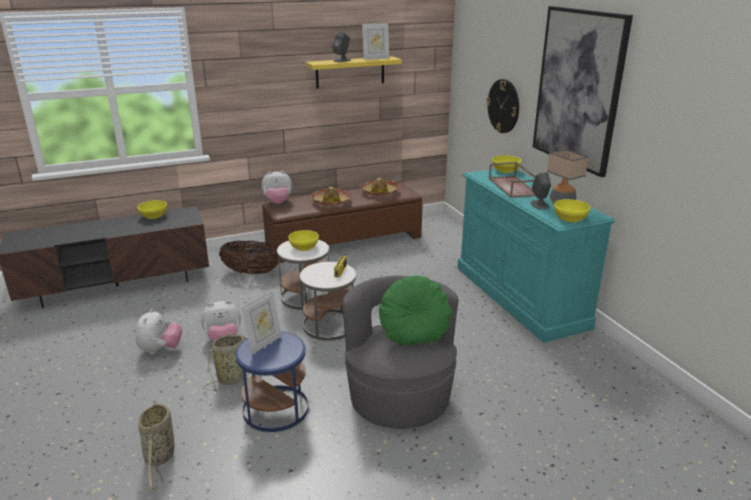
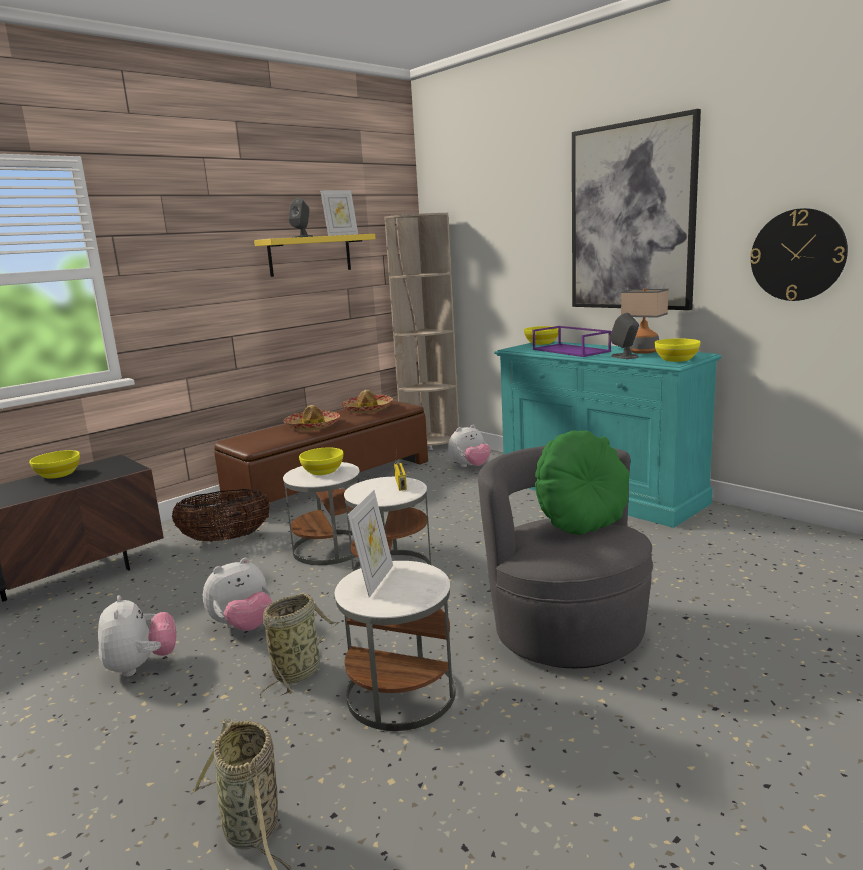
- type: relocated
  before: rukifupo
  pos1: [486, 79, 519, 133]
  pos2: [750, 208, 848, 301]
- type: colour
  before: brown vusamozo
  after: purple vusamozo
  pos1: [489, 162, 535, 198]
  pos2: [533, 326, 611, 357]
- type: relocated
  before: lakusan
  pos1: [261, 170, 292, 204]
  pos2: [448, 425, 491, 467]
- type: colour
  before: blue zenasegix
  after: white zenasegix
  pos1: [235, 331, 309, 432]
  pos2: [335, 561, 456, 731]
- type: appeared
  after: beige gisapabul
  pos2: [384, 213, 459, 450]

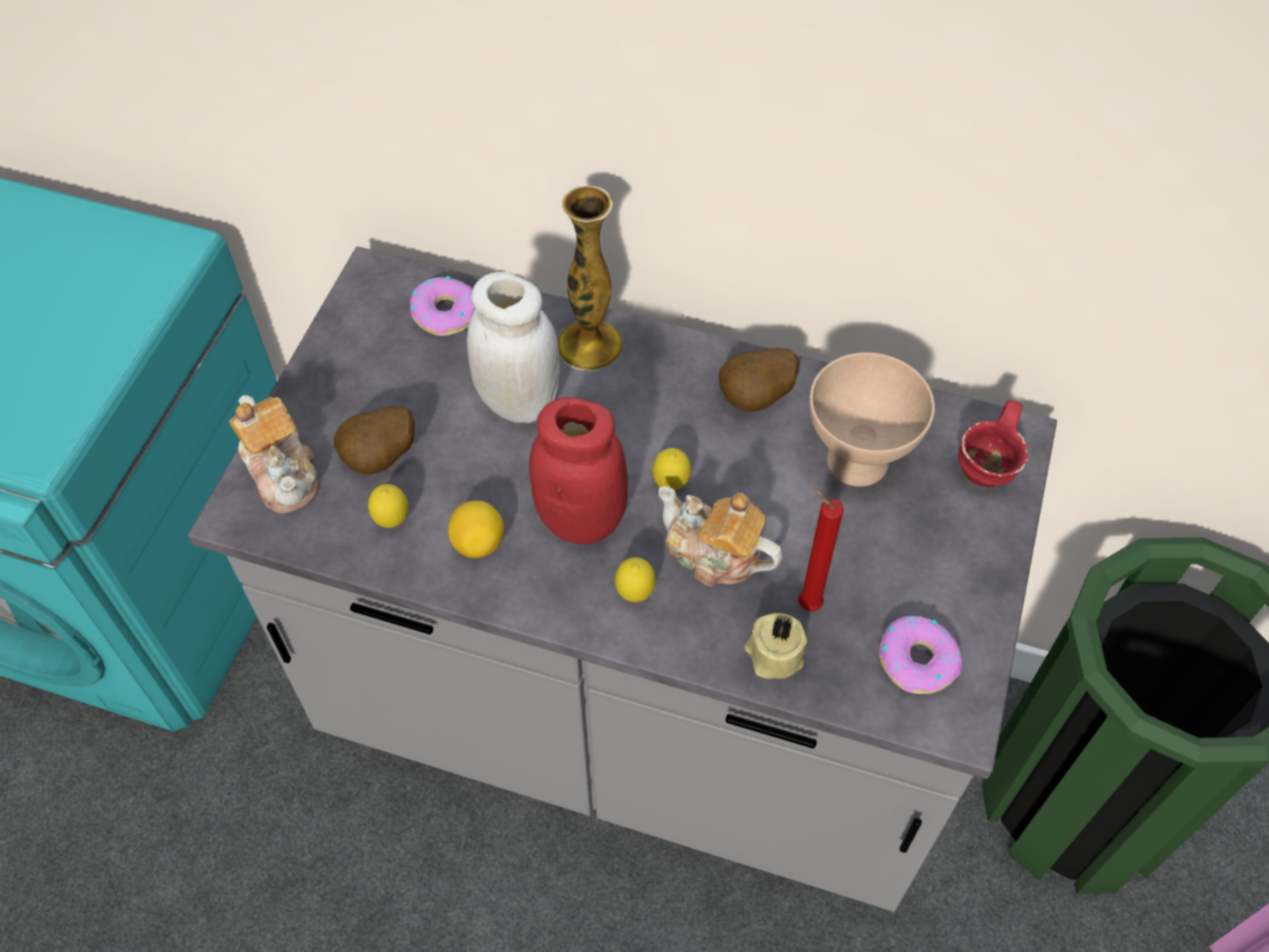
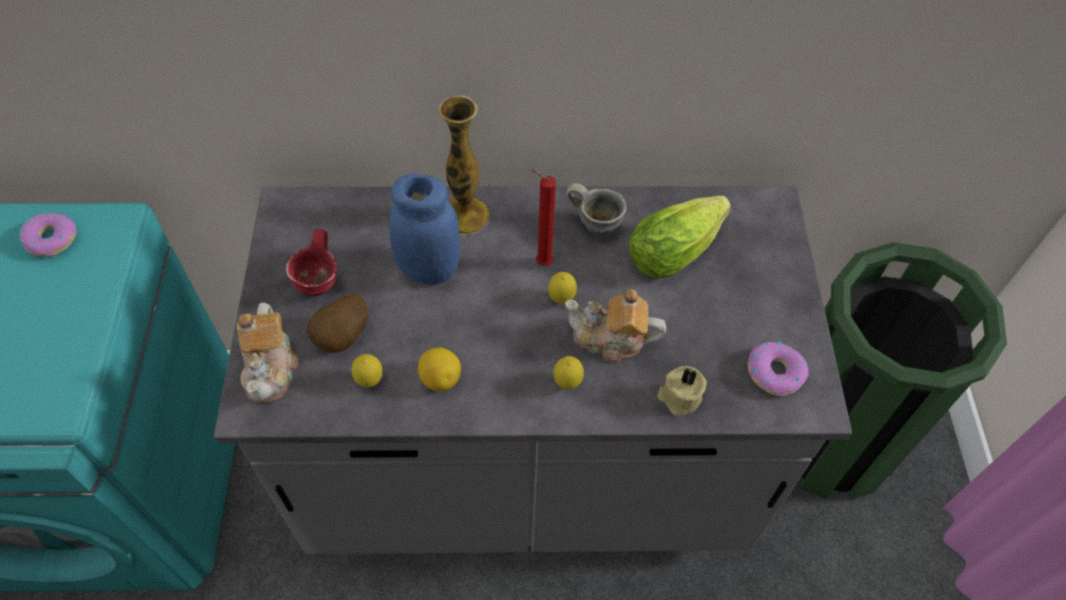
- type: colour
  before: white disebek
  after: blue disebek
  pos1: [467, 272, 560, 423]
  pos2: [389, 174, 460, 285]
- type: relocated
  before: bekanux
  pos1: [410, 276, 475, 336]
  pos2: [19, 212, 77, 257]
- type: exchanged
  before: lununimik
  after: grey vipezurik
  pos1: [719, 348, 799, 412]
  pos2: [566, 183, 626, 236]
- type: exchanged
  before: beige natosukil
  after: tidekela
  pos1: [809, 352, 935, 487]
  pos2: [629, 196, 731, 279]
- type: spun
  before: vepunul
  pos1: [229, 395, 318, 513]
  pos2: [237, 303, 298, 403]
  turn: 45
- type: missing
  before: red disebek
  pos1: [529, 397, 628, 544]
- type: relocated
  before: red vipezurik
  pos1: [958, 400, 1028, 487]
  pos2: [286, 229, 337, 296]
- type: relocated
  before: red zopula
  pos1: [798, 487, 844, 611]
  pos2: [532, 169, 556, 266]

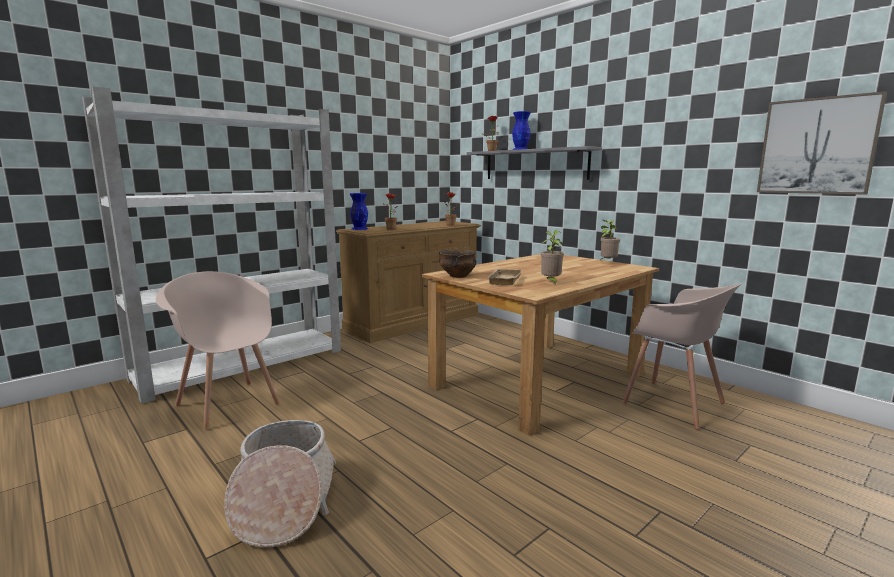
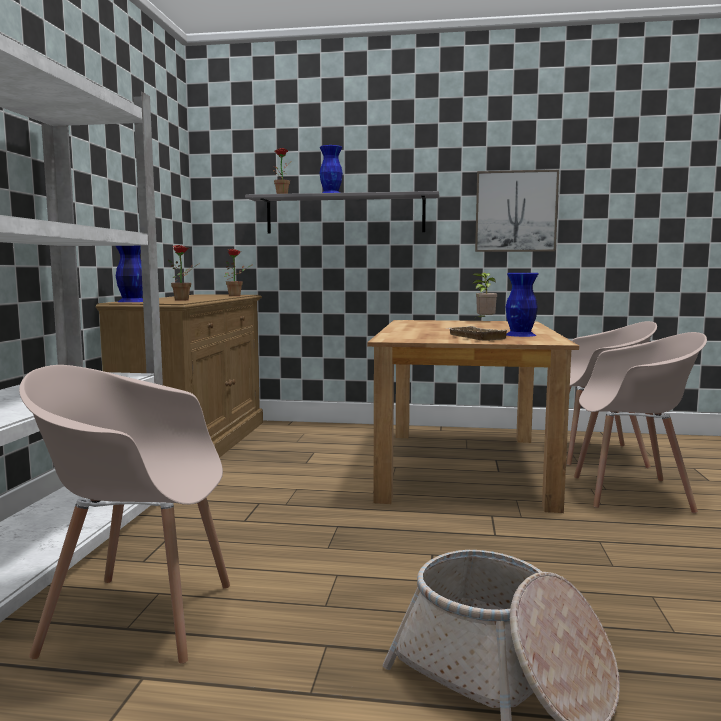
- type: relocated
  before: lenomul
  pos1: [757, 91, 887, 195]
  pos2: [475, 170, 559, 252]
- type: exchanged
  before: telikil
  after: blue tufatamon
  pos1: [541, 230, 564, 284]
  pos2: [506, 273, 538, 337]
- type: missing
  before: natosukil
  pos1: [439, 250, 477, 278]
- type: appeared
  after: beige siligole
  pos2: [574, 332, 707, 513]

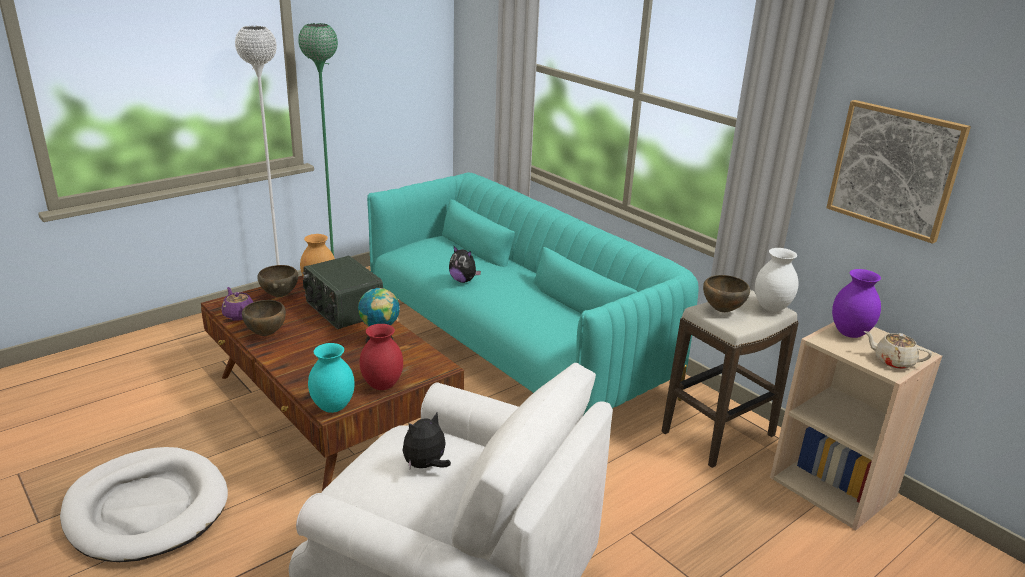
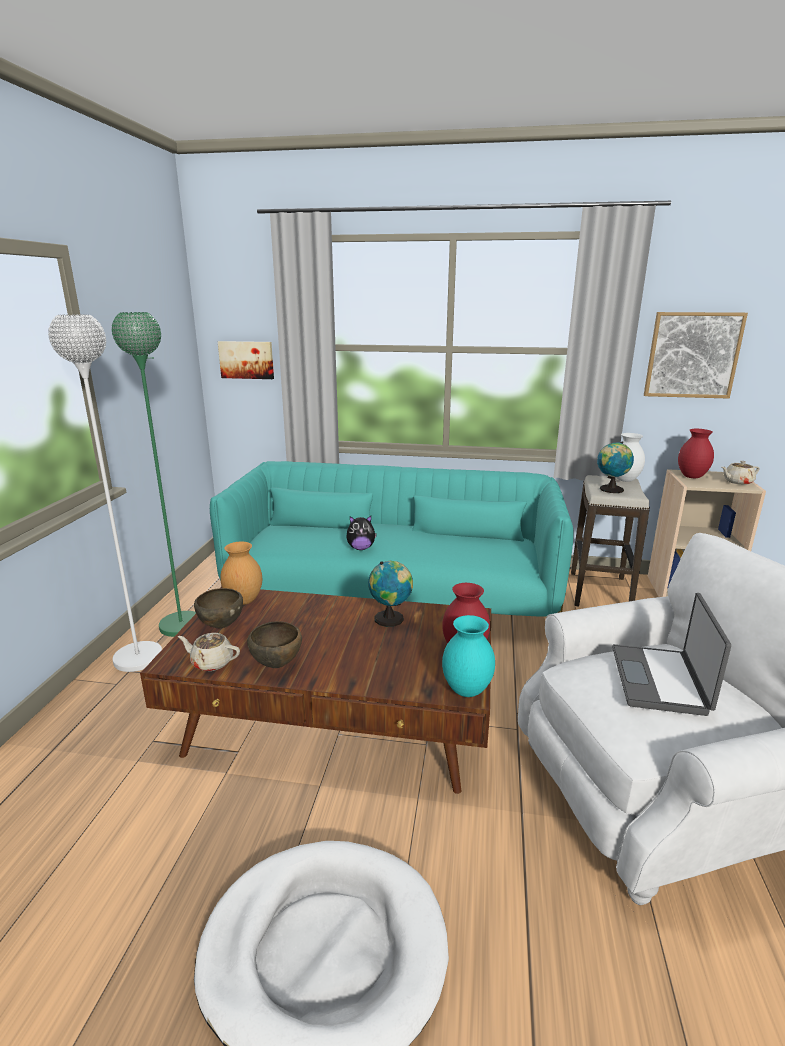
- type: missing
  before: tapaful
  pos1: [303, 255, 383, 329]
- type: colour
  before: purple tufatamon
  after: red tufatamon
  pos1: [832, 269, 881, 338]
  pos2: [678, 429, 714, 478]
- type: exchanged
  before: brown natosukil
  after: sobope
  pos1: [703, 275, 750, 312]
  pos2: [597, 442, 634, 493]
- type: colour
  before: purple vepunul
  after: beige vepunul
  pos1: [221, 287, 253, 320]
  pos2: [178, 633, 240, 671]
- type: exchanged
  before: lakusan
  after: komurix
  pos1: [402, 413, 451, 468]
  pos2: [612, 593, 731, 716]
- type: appeared
  after: lenomul
  pos2: [218, 341, 274, 379]

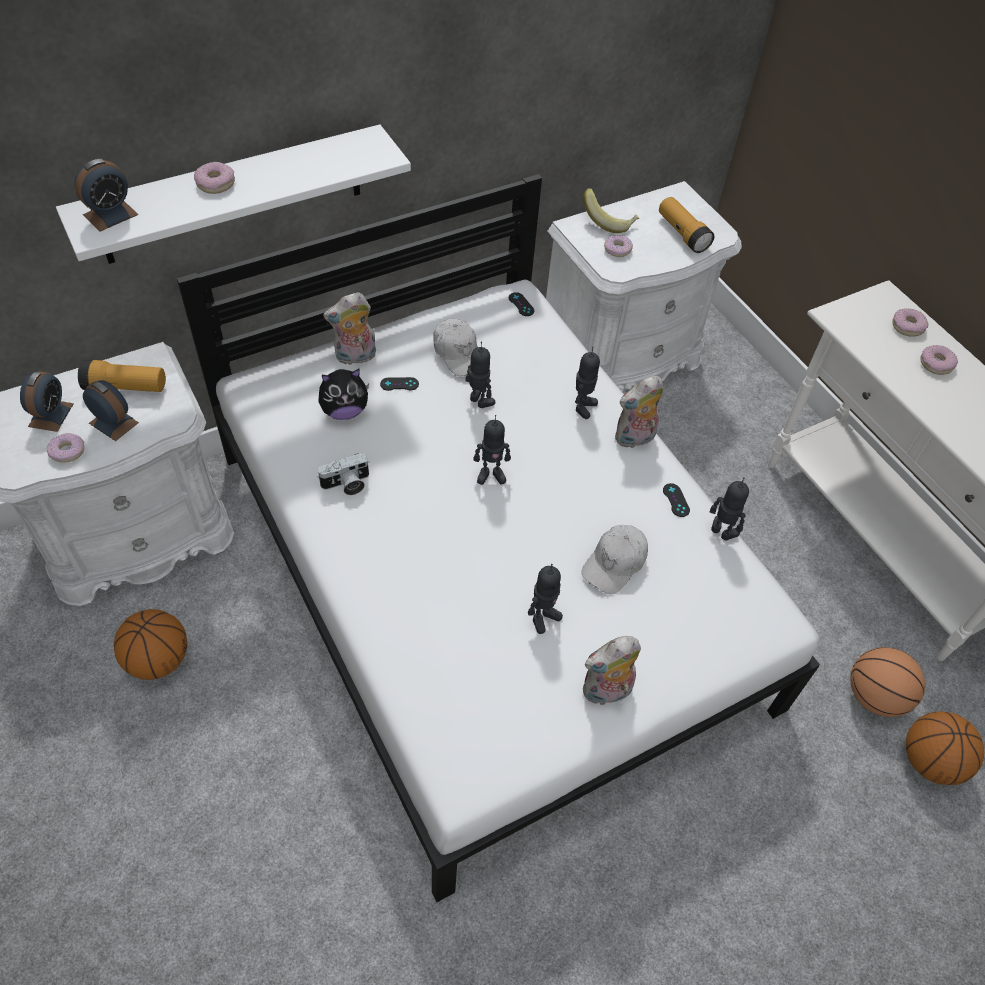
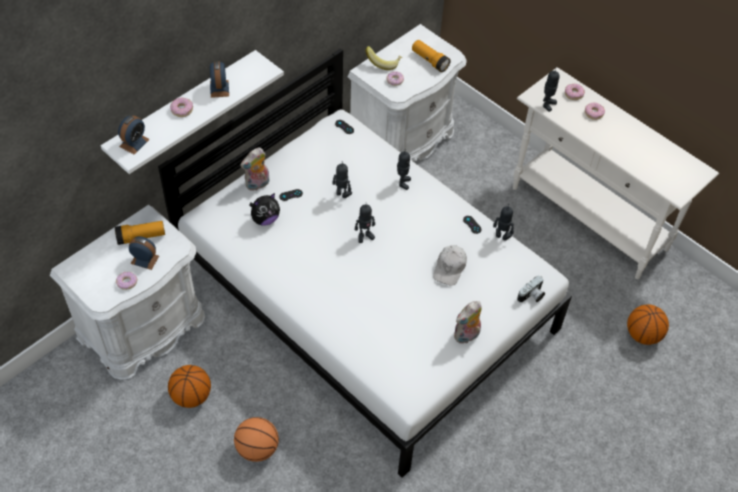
- type: missing
  before: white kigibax
  pos1: [433, 319, 478, 376]
- type: relocated
  before: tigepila
  pos1: [20, 371, 74, 432]
  pos2: [210, 61, 229, 98]
- type: missing
  before: lakusan
  pos1: [615, 376, 663, 448]
- type: relocated
  before: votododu
  pos1: [317, 453, 369, 495]
  pos2: [517, 276, 545, 303]
- type: relocated
  before: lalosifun
  pos1: [528, 564, 563, 634]
  pos2: [543, 67, 560, 112]
- type: relocated
  before: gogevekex
  pos1: [850, 647, 925, 717]
  pos2: [234, 417, 279, 462]

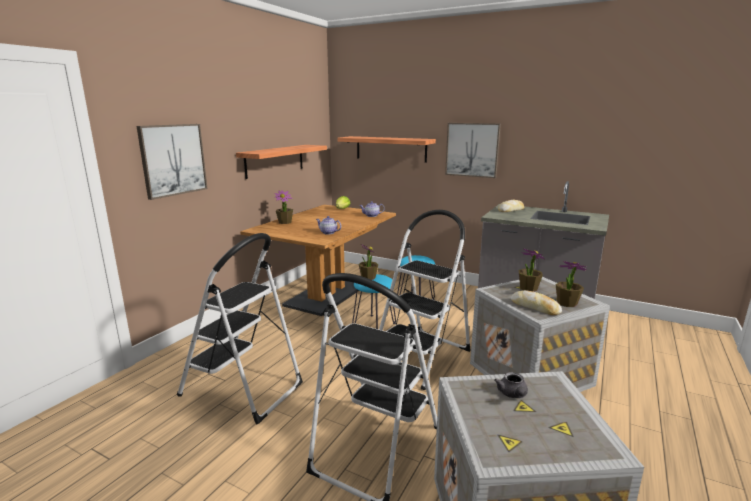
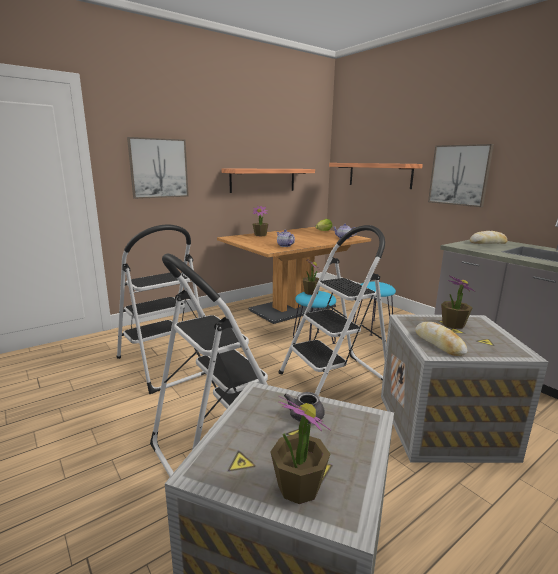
- type: relocated
  before: telikil
  pos1: [556, 261, 587, 307]
  pos2: [270, 396, 331, 504]

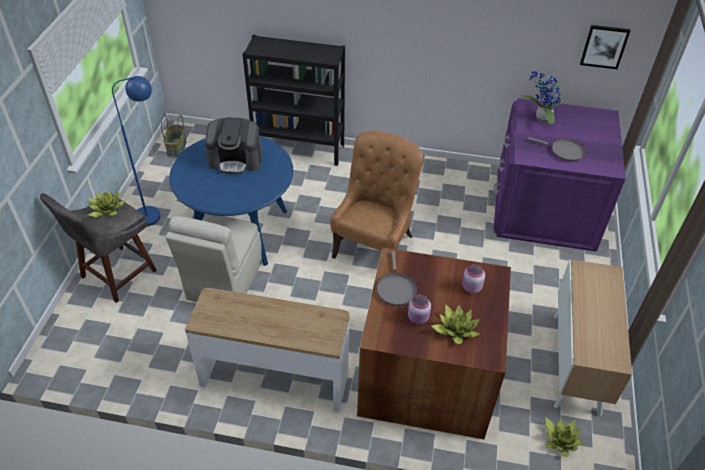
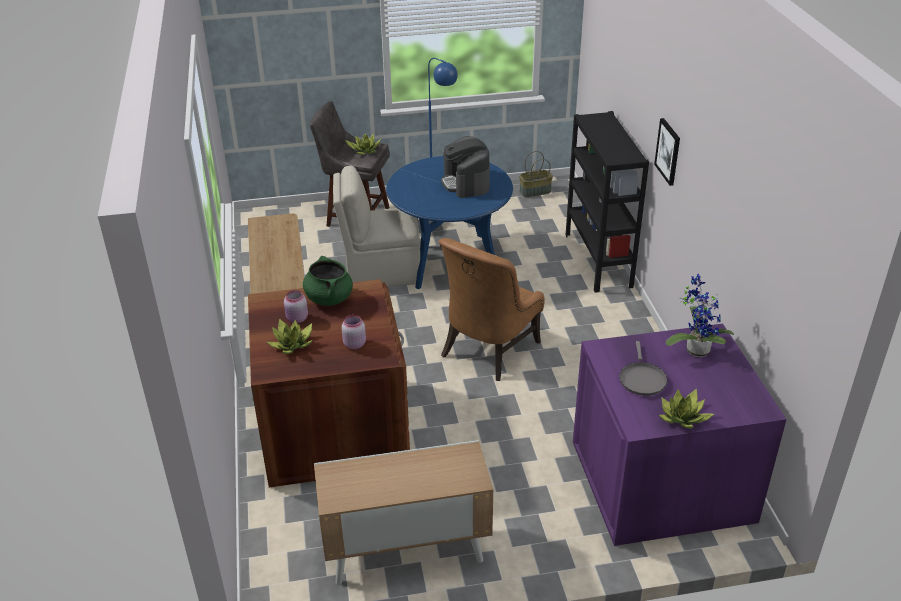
- type: relocated
  before: lenomul
  pos1: [580, 25, 630, 69]
  pos2: [654, 118, 680, 186]
- type: spun
  before: brown siligole
  pos1: [330, 131, 424, 259]
  pos2: [439, 238, 545, 381]
  turn: 120
- type: exchanged
  before: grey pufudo
  after: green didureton
  pos1: [377, 251, 417, 306]
  pos2: [303, 256, 353, 306]
- type: relocated
  before: telikil
  pos1: [545, 416, 585, 457]
  pos2: [659, 388, 714, 429]

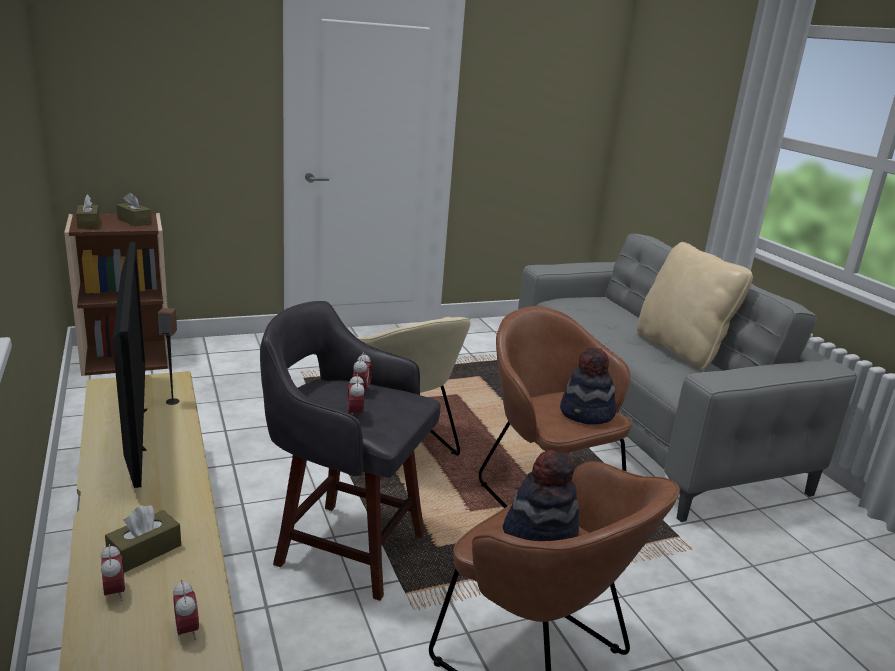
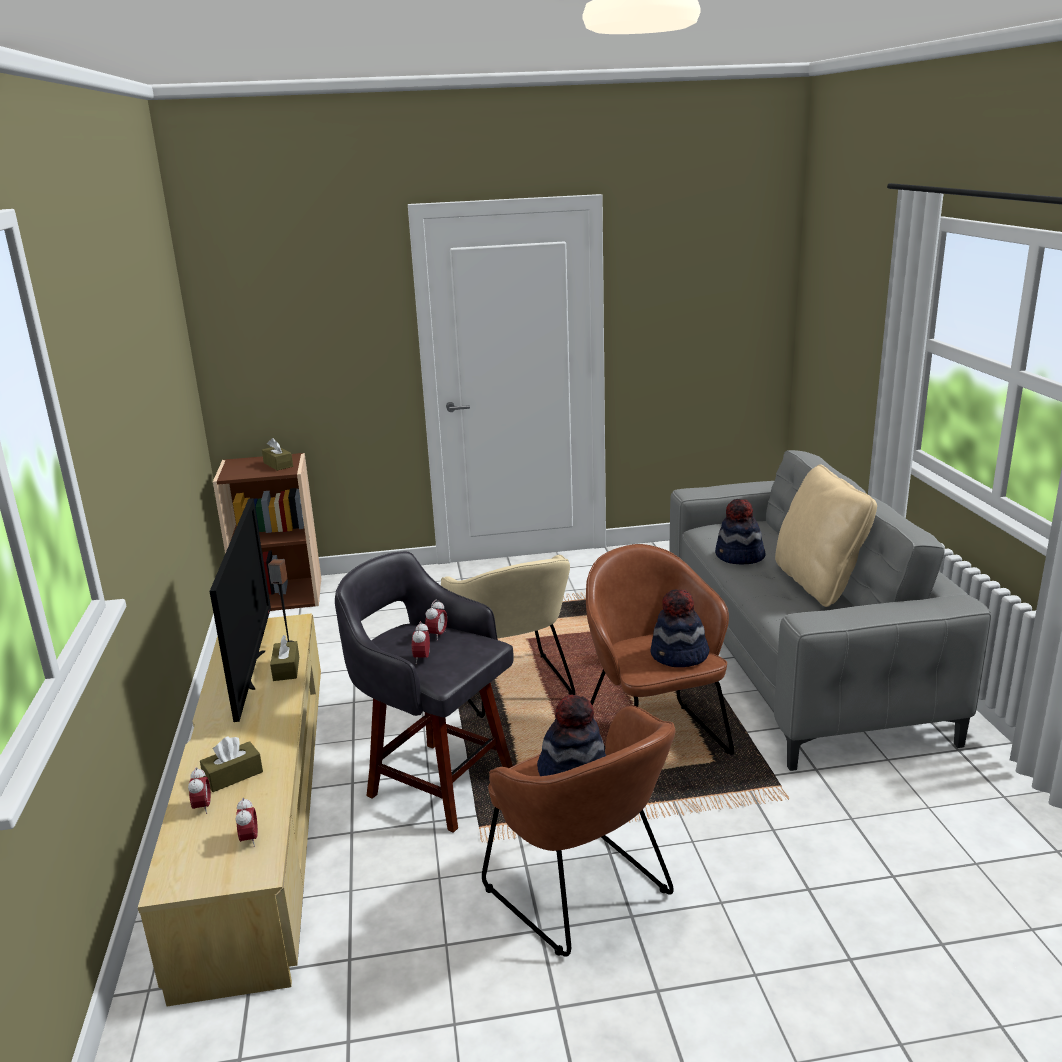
- type: relocated
  before: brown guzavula
  pos1: [76, 194, 99, 229]
  pos2: [270, 635, 299, 681]
- type: appeared
  after: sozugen
  pos2: [715, 499, 766, 564]

